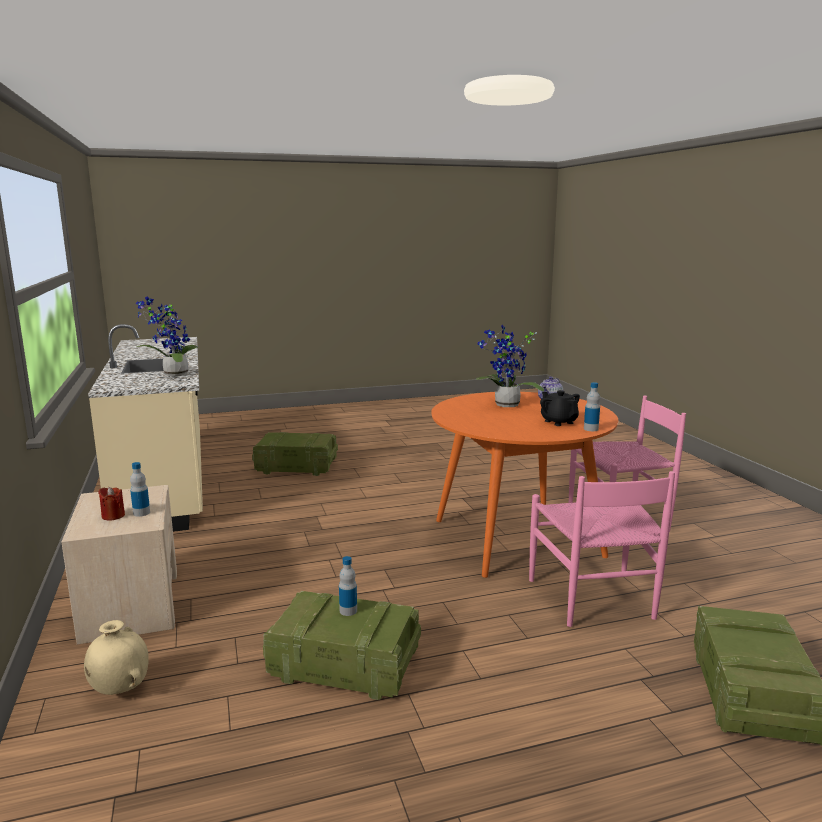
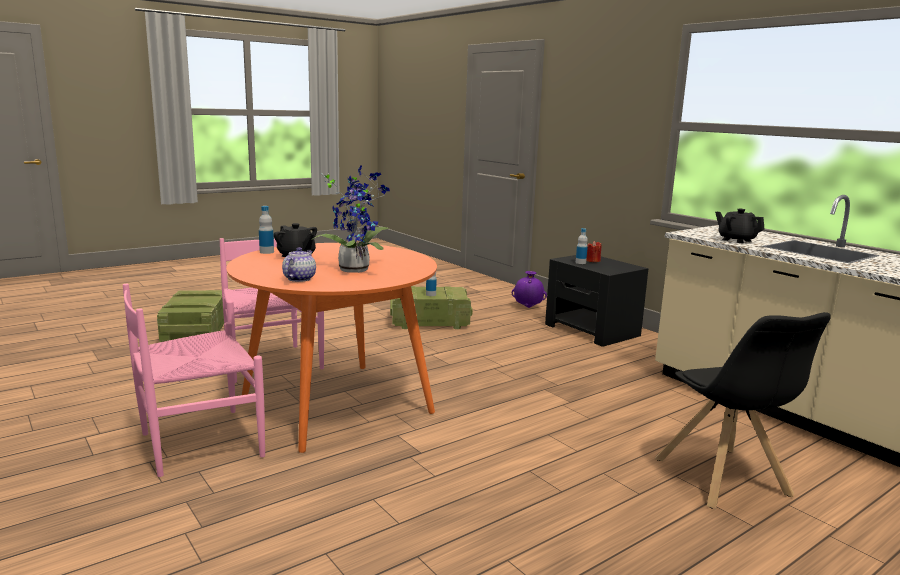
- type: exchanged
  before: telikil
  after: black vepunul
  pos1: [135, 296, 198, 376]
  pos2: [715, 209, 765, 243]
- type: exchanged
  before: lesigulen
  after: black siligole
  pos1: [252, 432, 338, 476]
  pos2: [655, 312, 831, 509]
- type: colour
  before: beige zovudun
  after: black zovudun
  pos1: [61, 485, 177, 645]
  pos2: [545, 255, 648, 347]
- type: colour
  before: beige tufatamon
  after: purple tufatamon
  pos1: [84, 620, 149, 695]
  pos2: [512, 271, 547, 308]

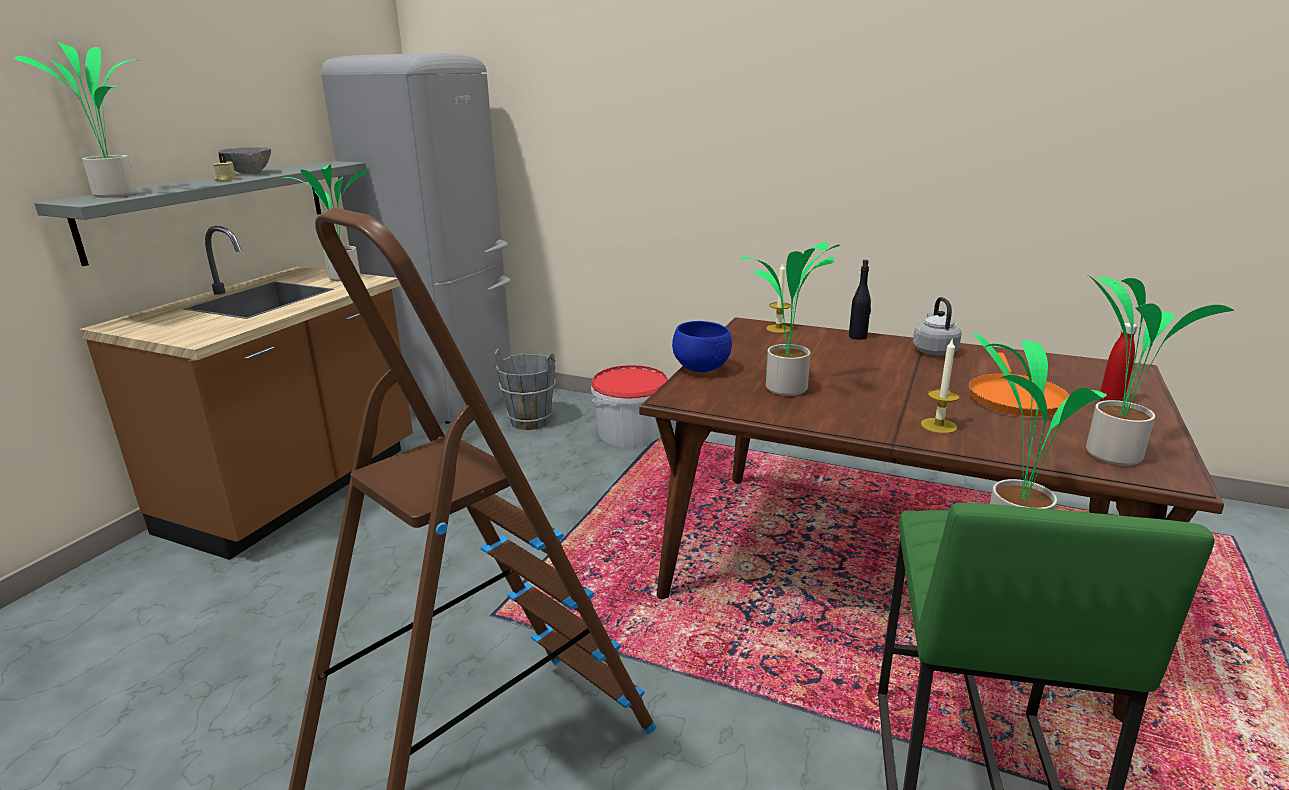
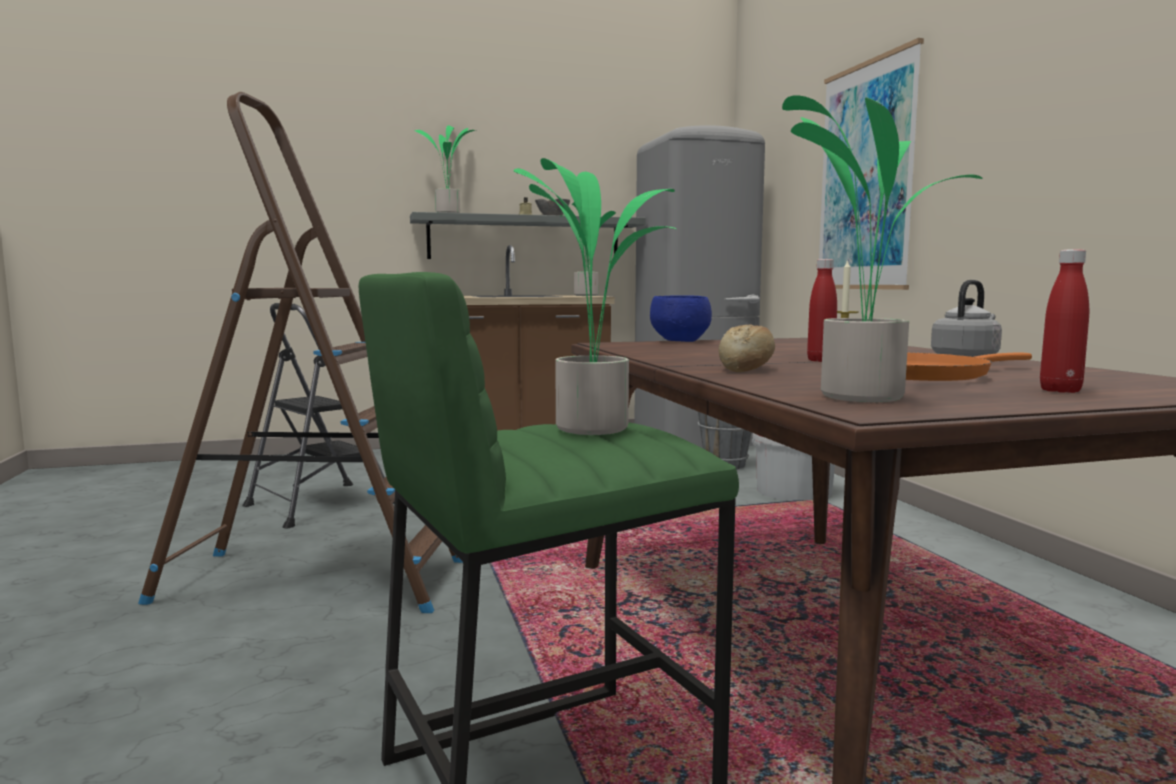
- type: missing
  before: telikil
  pos1: [740, 242, 840, 396]
- type: missing
  before: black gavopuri
  pos1: [849, 260, 871, 340]
- type: exchanged
  before: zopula
  after: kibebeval
  pos1: [921, 338, 960, 434]
  pos2: [719, 324, 775, 372]
- type: appeared
  after: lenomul
  pos2: [819, 38, 924, 290]
- type: appeared
  after: red gavopuri
  pos2: [807, 259, 837, 362]
- type: appeared
  after: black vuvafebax
  pos2: [242, 303, 395, 529]

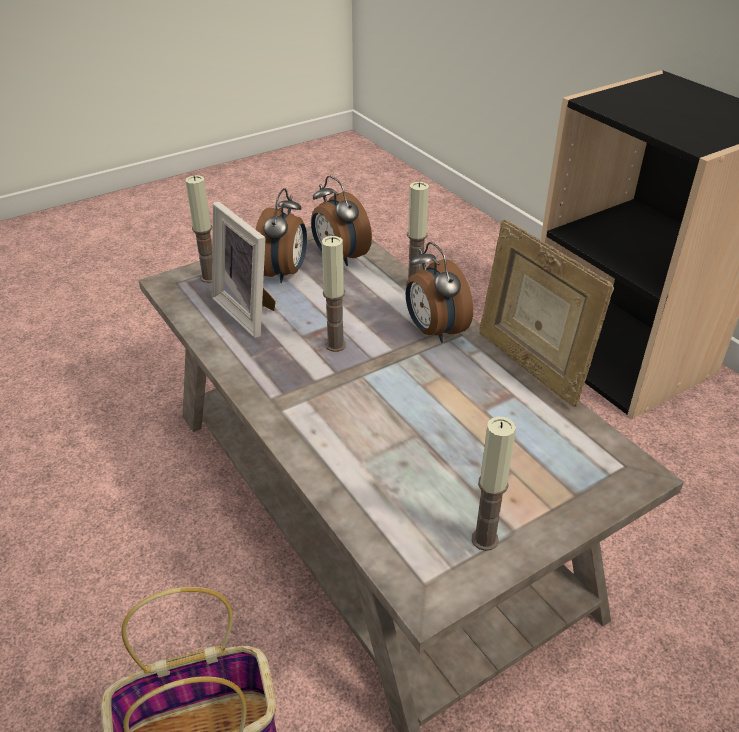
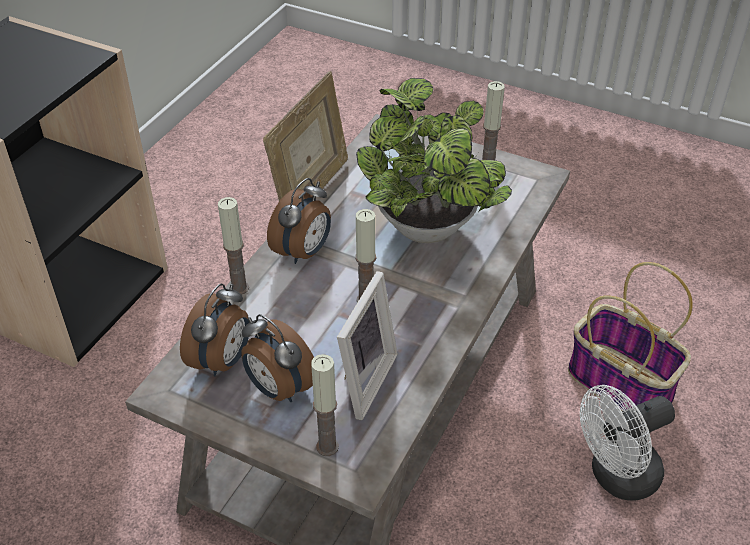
- type: spun
  before: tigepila
  pos1: [256, 188, 307, 283]
  pos2: [241, 314, 314, 402]
  turn: -120
- type: appeared
  after: telikil
  pos2: [356, 78, 512, 243]
- type: appeared
  after: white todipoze
  pos2: [580, 385, 675, 501]

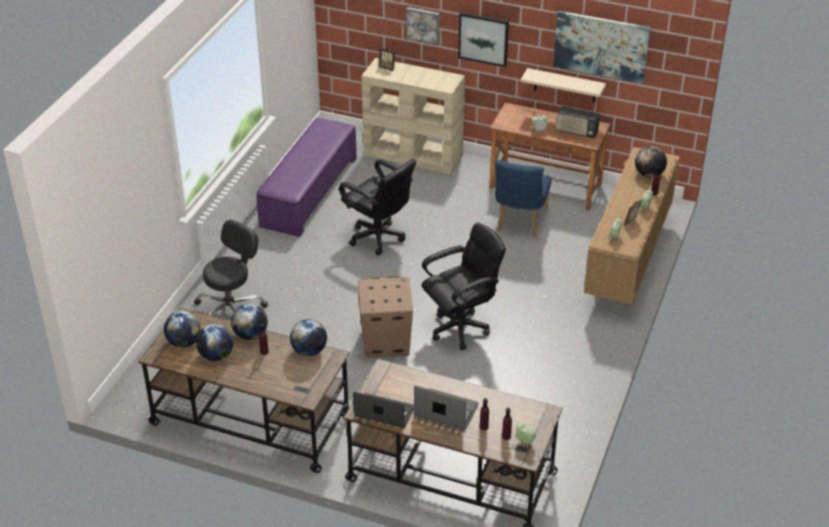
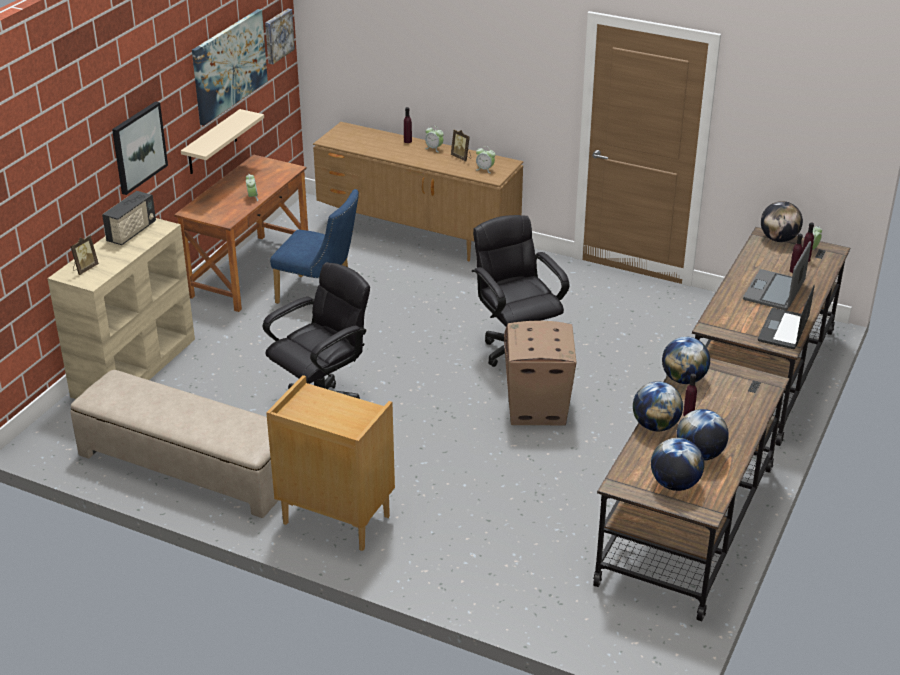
- type: relocated
  before: lenomul
  pos1: [406, 7, 440, 45]
  pos2: [265, 9, 295, 64]
- type: relocated
  before: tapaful
  pos1: [556, 106, 600, 138]
  pos2: [102, 191, 156, 245]
- type: colour
  before: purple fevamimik
  after: beige fevamimik
  pos1: [256, 118, 357, 237]
  pos2: [71, 370, 279, 518]
- type: relocated
  before: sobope
  pos1: [635, 146, 667, 178]
  pos2: [761, 201, 803, 242]
- type: missing
  before: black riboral
  pos1: [194, 220, 268, 315]
- type: appeared
  after: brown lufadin
  pos2: [266, 375, 395, 551]

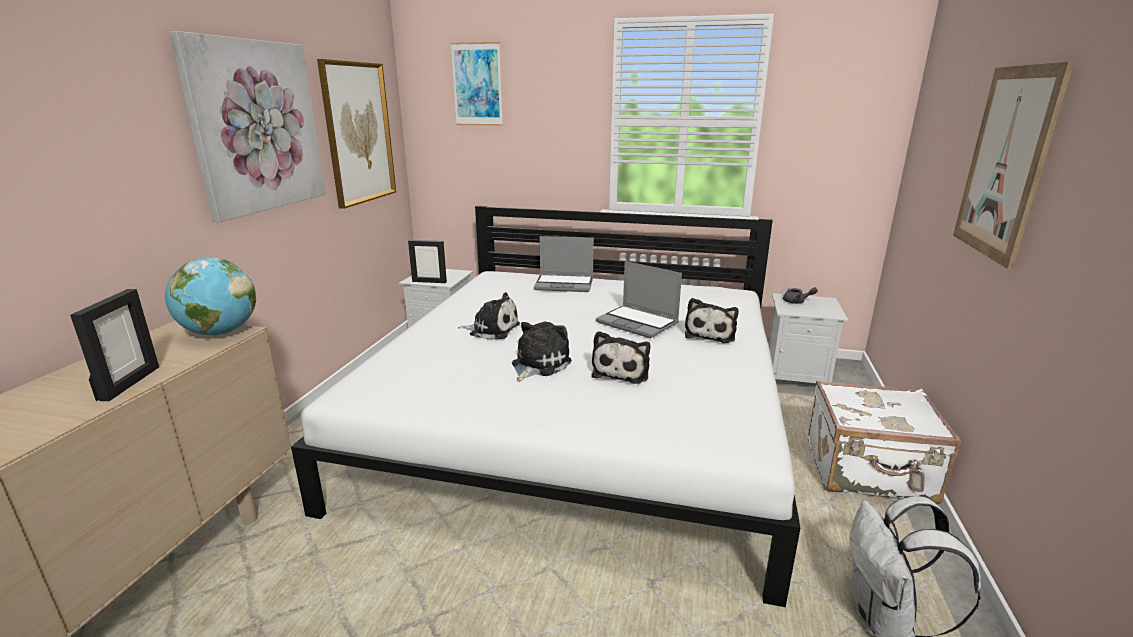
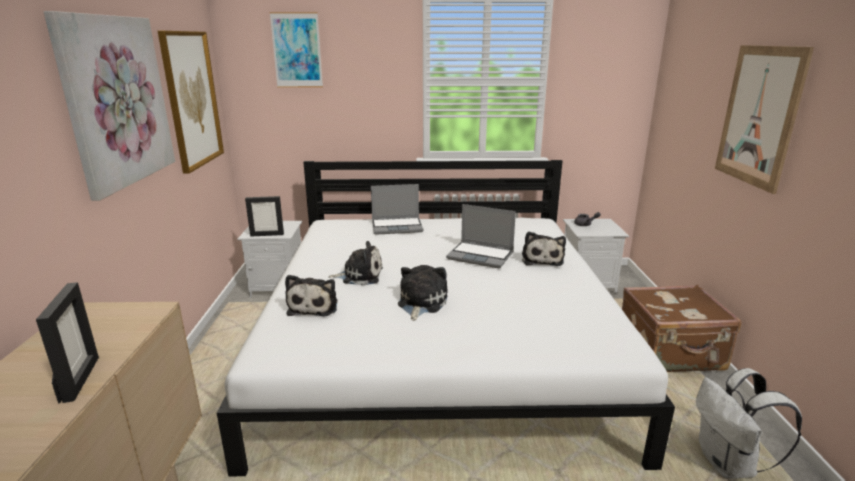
- type: missing
  before: sobope
  pos1: [165, 258, 256, 336]
- type: relocated
  before: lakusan
  pos1: [592, 331, 650, 384]
  pos2: [285, 275, 337, 317]
- type: colour
  before: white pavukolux
  after: brown pavukolux
  pos1: [808, 380, 961, 504]
  pos2: [622, 285, 742, 372]

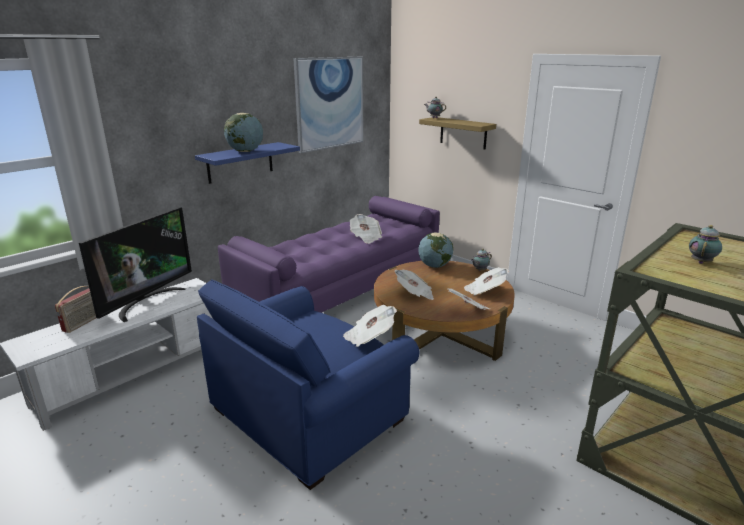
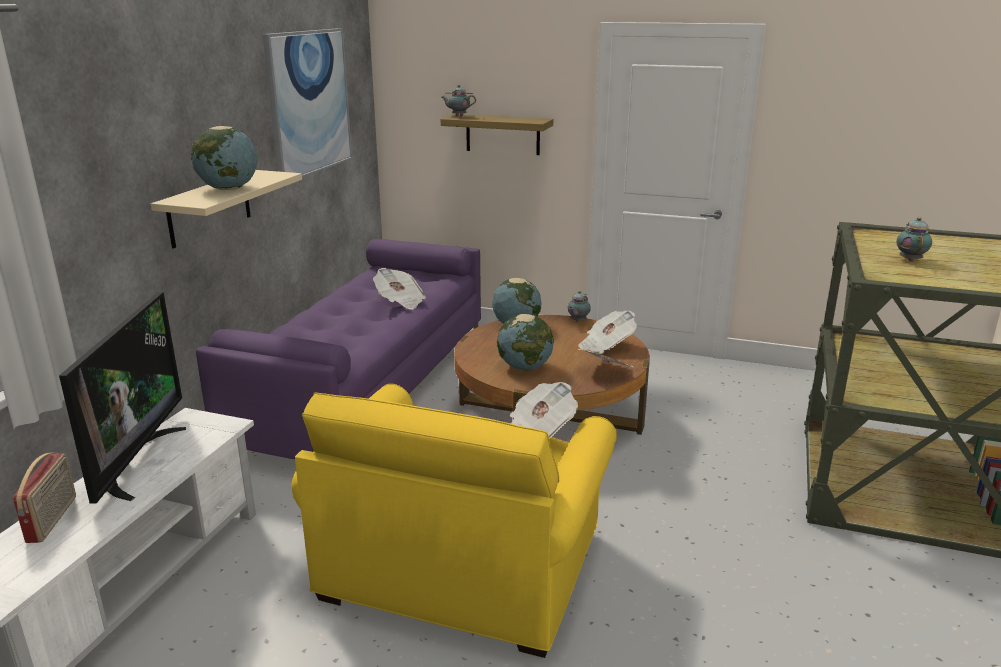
- type: colour
  before: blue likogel
  after: beige likogel
  pos1: [195, 142, 300, 184]
  pos2: [151, 170, 302, 249]
- type: exchanged
  before: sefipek
  after: sobope
  pos1: [395, 270, 434, 300]
  pos2: [497, 314, 554, 371]
- type: colour
  before: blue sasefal
  after: yellow sasefal
  pos1: [197, 279, 419, 490]
  pos2: [292, 384, 617, 658]

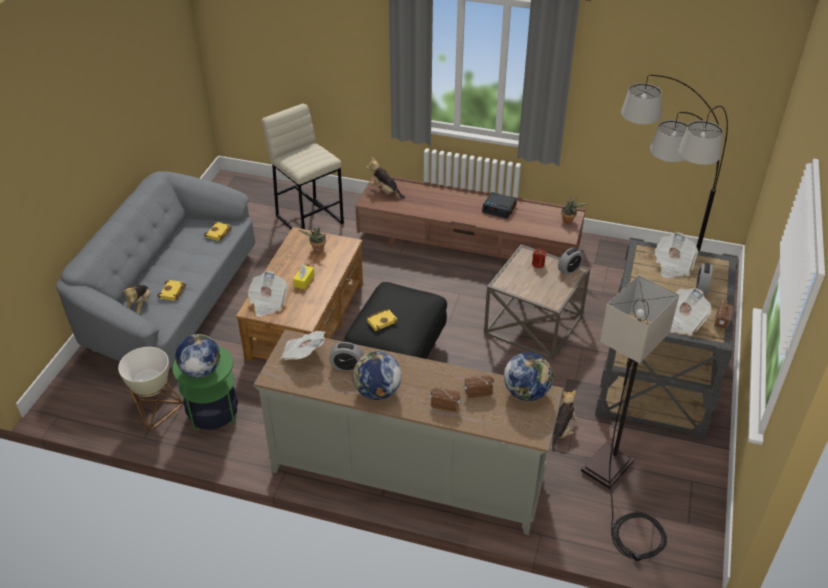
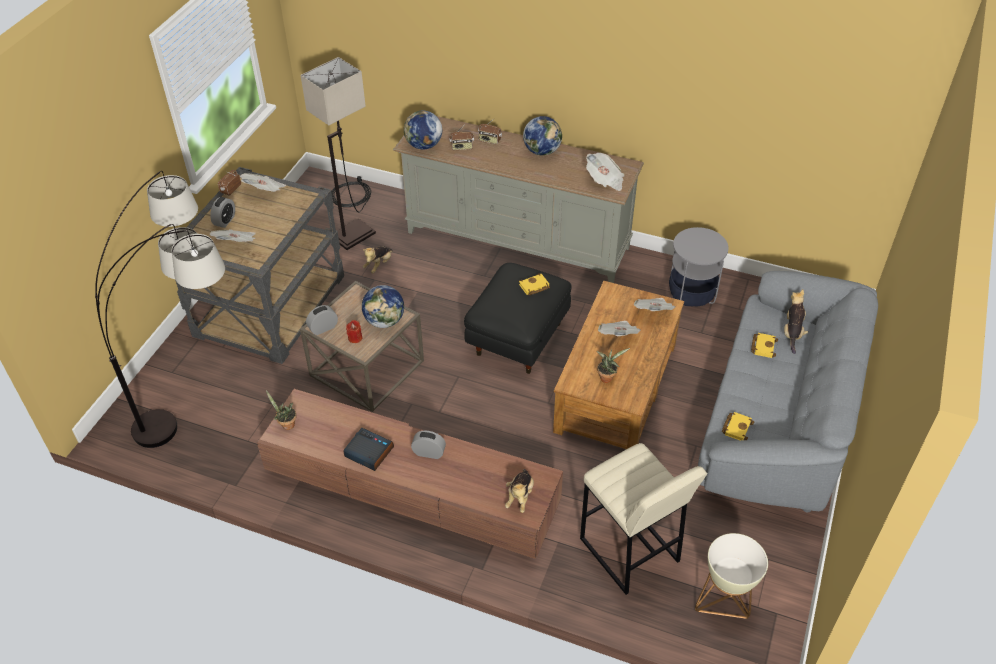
- type: spun
  before: lakusan
  pos1: [366, 157, 405, 199]
  pos2: [505, 469, 534, 513]
  turn: 60
- type: exchanged
  before: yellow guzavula
  after: sefipek
  pos1: [293, 264, 315, 289]
  pos2: [598, 321, 641, 336]
- type: relocated
  before: sobope
  pos1: [175, 334, 220, 378]
  pos2: [362, 285, 404, 328]
- type: relocated
  before: tigepila
  pos1: [329, 342, 364, 371]
  pos2: [411, 431, 446, 459]
- type: colour
  before: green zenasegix
  after: grey zenasegix
  pos1: [173, 346, 238, 431]
  pos2: [669, 227, 729, 306]
- type: relocated
  before: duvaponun
  pos1: [118, 347, 183, 431]
  pos2: [695, 533, 768, 619]

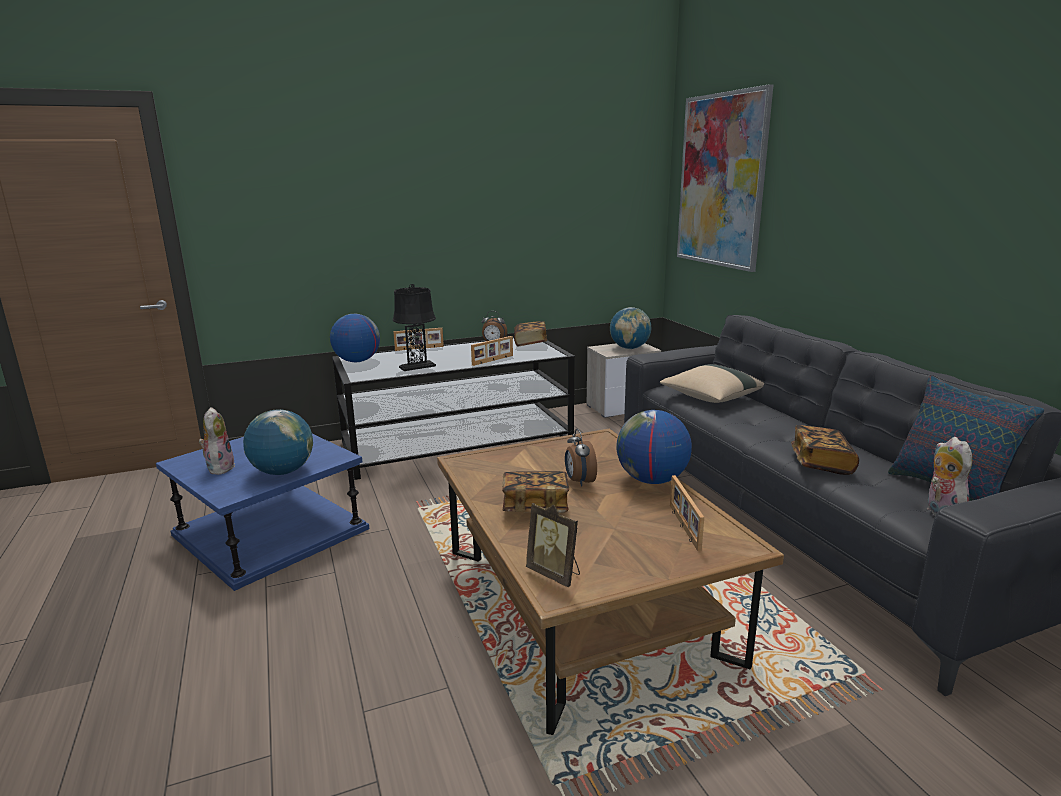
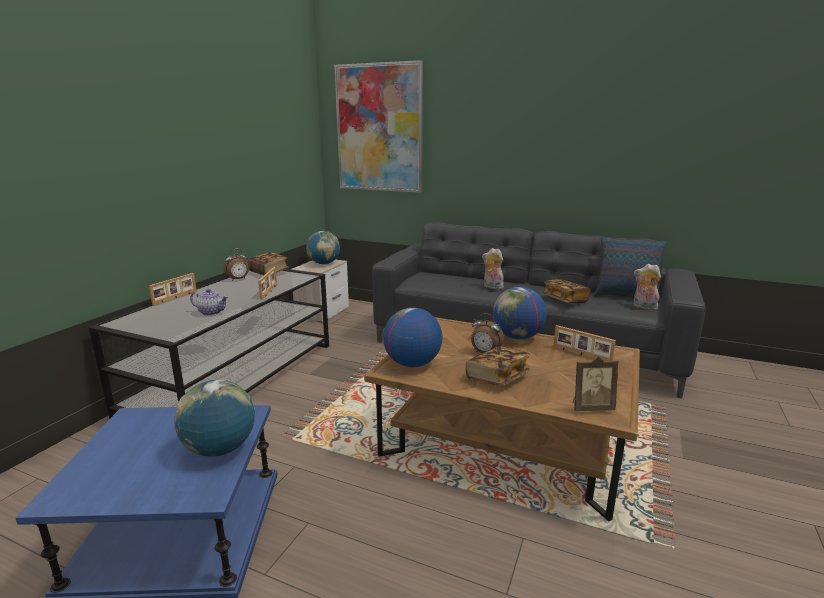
- type: exchanged
  before: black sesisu
  after: vepunul
  pos1: [393, 284, 436, 371]
  pos2: [190, 289, 228, 316]
- type: relocated
  before: sobope
  pos1: [330, 314, 380, 362]
  pos2: [383, 308, 442, 367]
- type: missing
  before: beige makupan
  pos1: [660, 364, 764, 403]
- type: relocated
  before: lakusan
  pos1: [199, 407, 235, 475]
  pos2: [482, 248, 504, 289]

